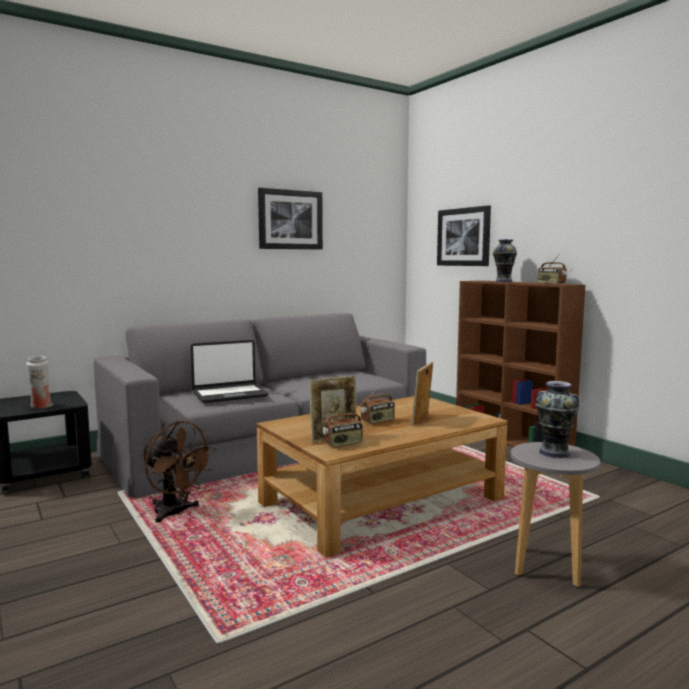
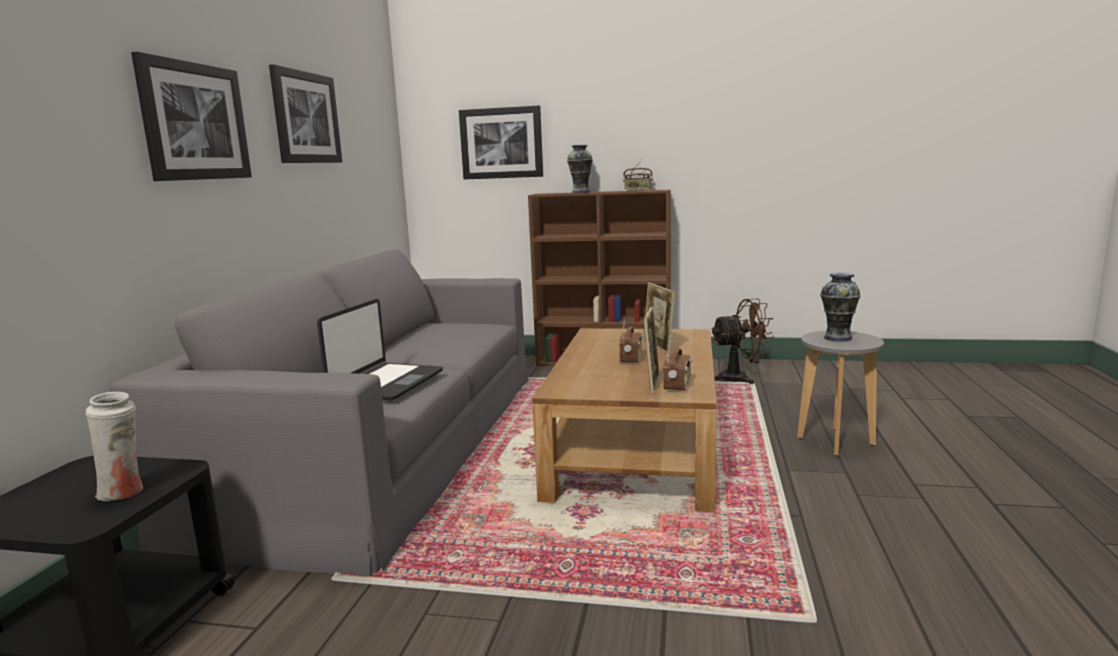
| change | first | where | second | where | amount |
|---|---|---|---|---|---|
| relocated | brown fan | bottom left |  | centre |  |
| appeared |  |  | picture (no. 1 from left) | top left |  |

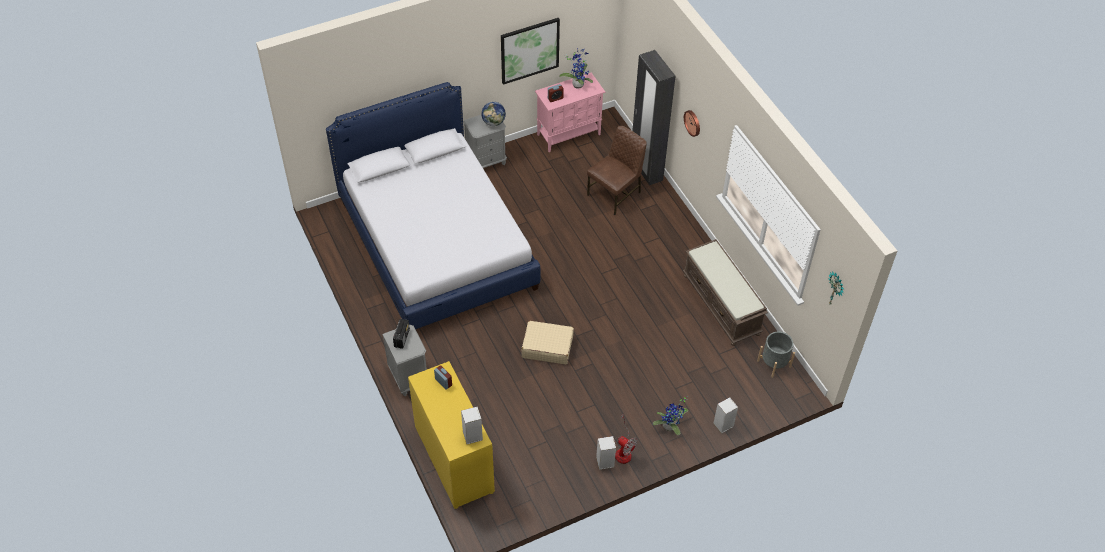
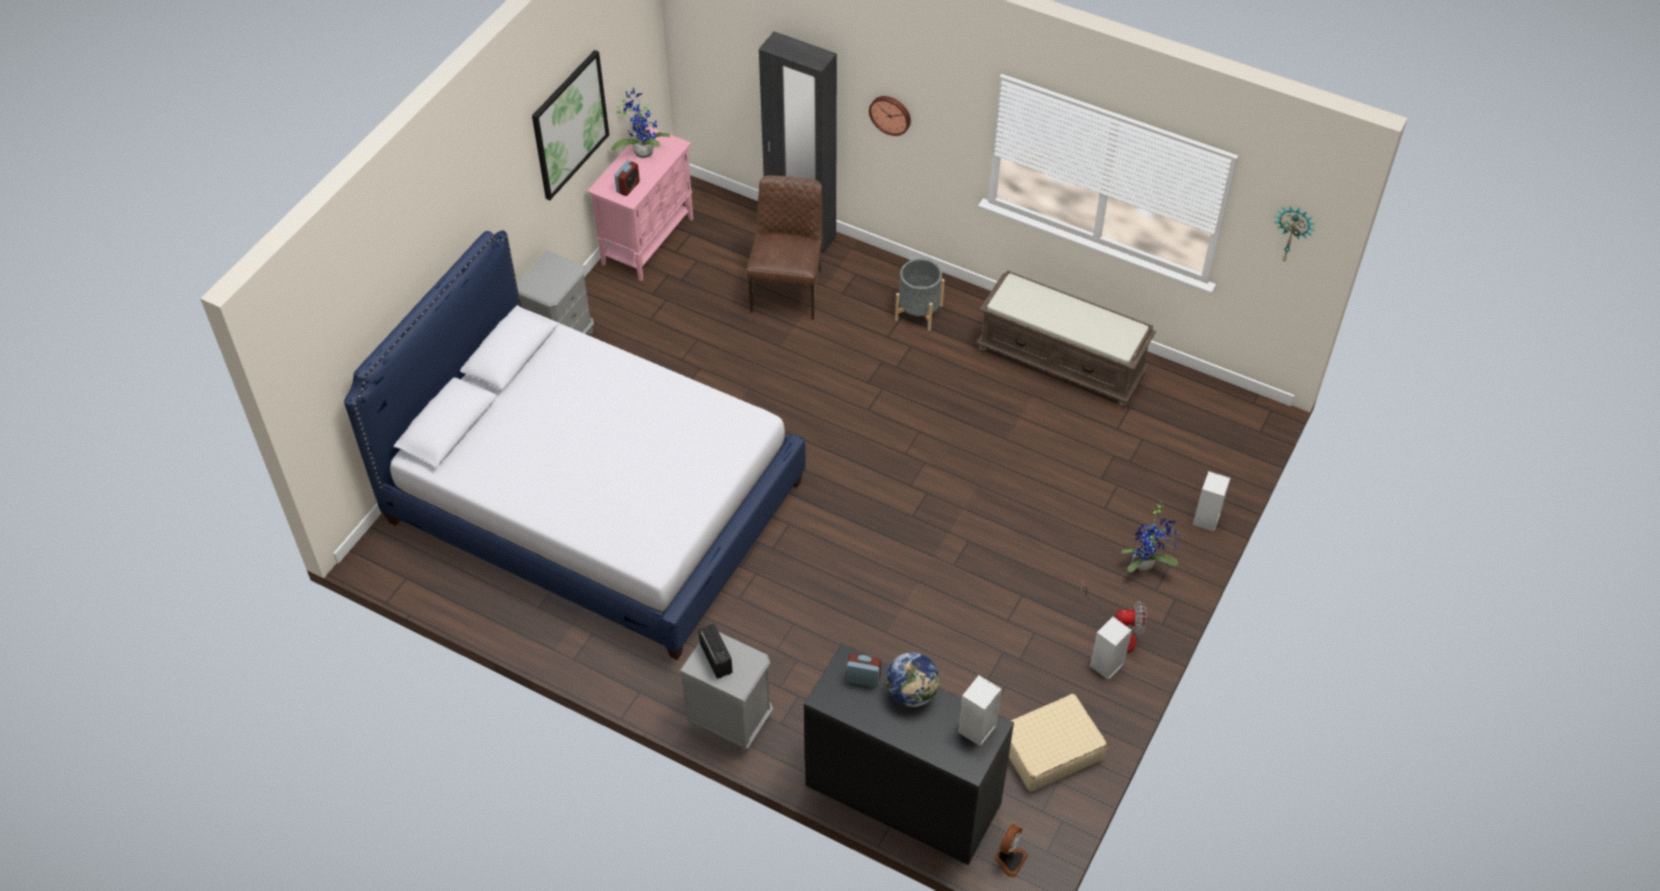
| change | first | where | second | where | amount |
|---|---|---|---|---|---|
| relocated | globe | top centre |  | bottom centre |  |
| relocated | sand-coloured travel case | centre |  | bottom centre |  |
| relocated | grey flower pot | middle right |  | top centre |  |
| colour | yellow-coloured dresser | bottom centre | blackish dresser | bottom centre |  |
| appeared |  |  | fan (no. 1 from left) | bottom centre |  |

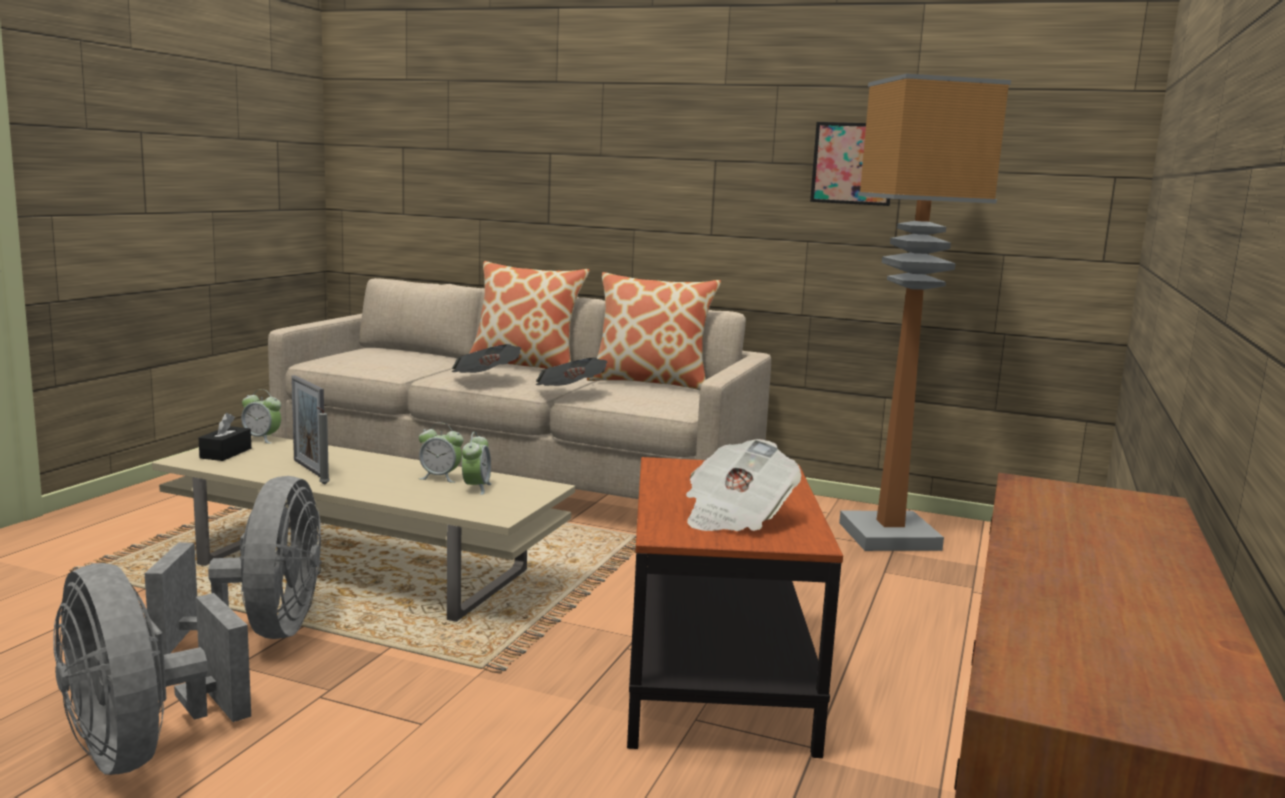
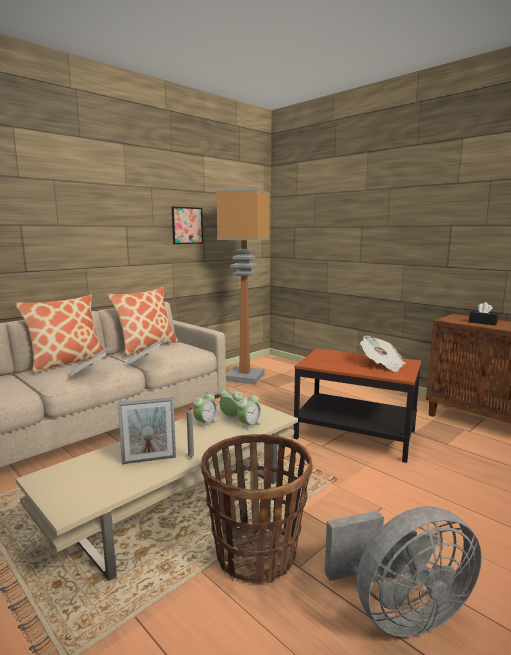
| change | first | where | second | where | amount |
|---|---|---|---|---|---|
| relocated | bedside clock (no. 1 from left in the first image) | middle left | bedside clock (no. 3 from left) | centre |  |
| relocated | blackish box of tissues | middle left |  | middle right |  |
| exchanged | grey fan (no. 2 from left) | bottom left | storage basket | bottom centre |  |

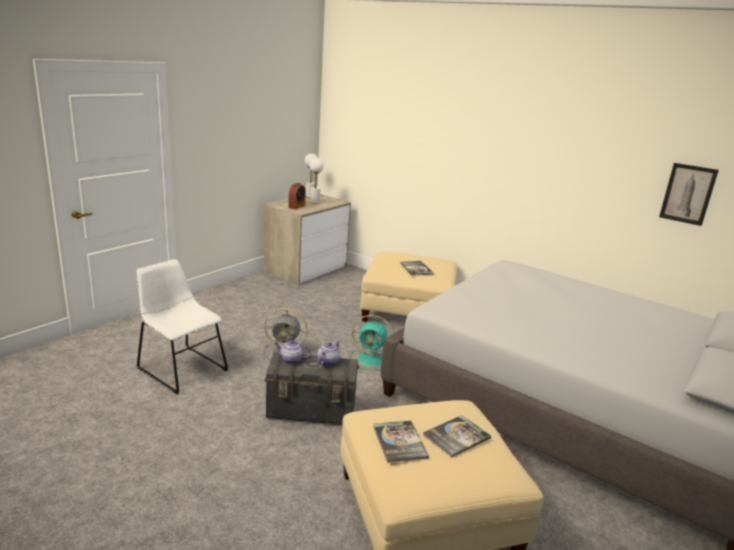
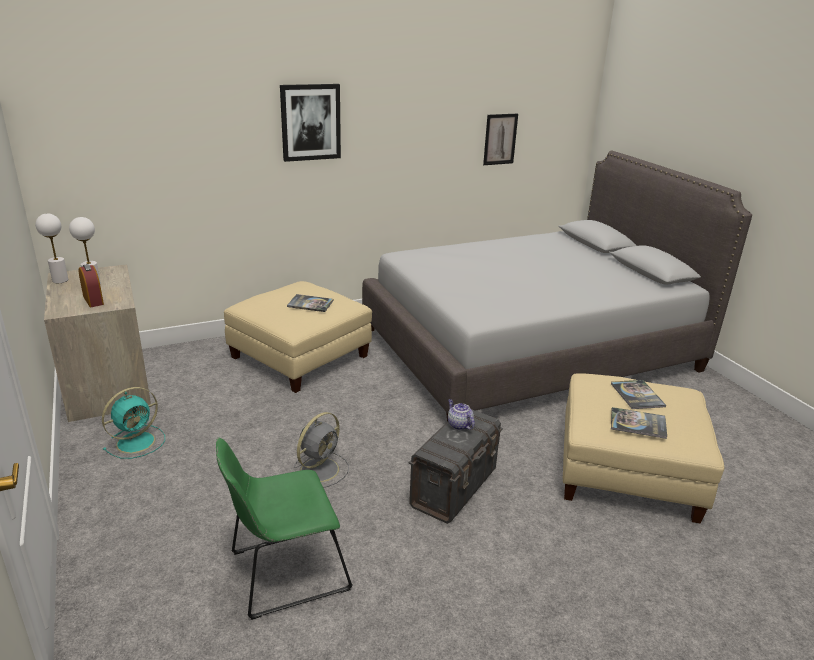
| change | first | where | second | where | amount |
|---|---|---|---|---|---|
| colour | white upright chair | middle left | green upright chair | bottom centre |  |
| relocated | turquoise fan | centre |  | middle left |  |
| missing | teapot (no. 1 from left) | centre |  |  |  |
| appeared |  |  | picture (no. 1 from left) | top centre |  |

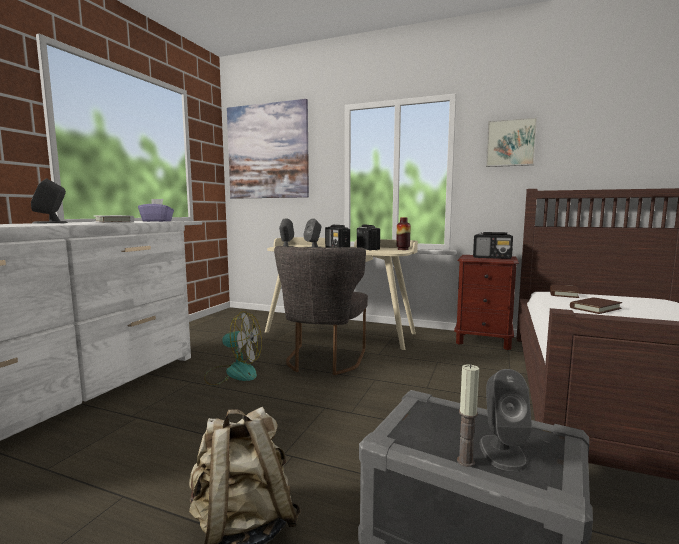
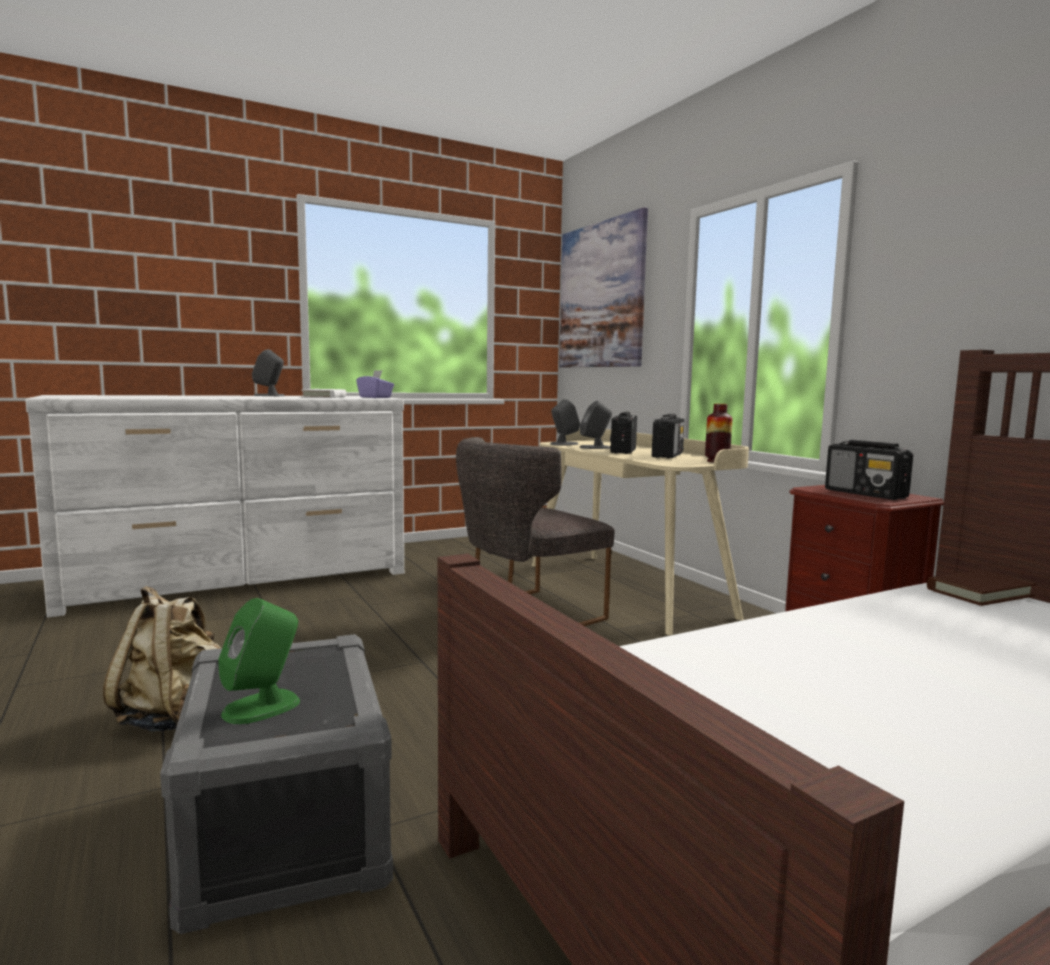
| change | first | where | second | where | amount |
|---|---|---|---|---|---|
| missing | picture (no. 2 from left) | top right |  |  |  |
| missing | brown volume (no. 2 from left) | middle right |  |  |  |
| missing | fan | centre |  |  |  |
| missing | candle | bottom right |  |  |  |
| colour | grey loudspeaker (no. 4 from left) | bottom right | green loudspeaker | bottom left |  |

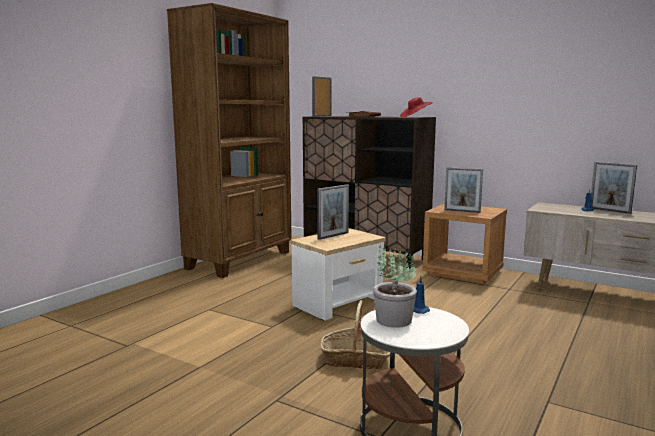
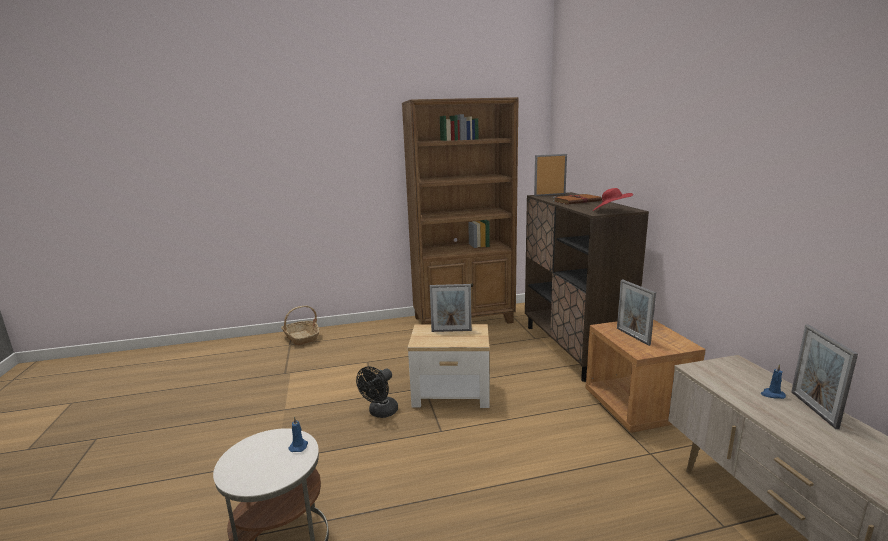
| change | first | where | second | where | amount |
|---|---|---|---|---|---|
| missing | houseplant | centre |  |  |  |
| relocated | storage basket | bottom centre |  | centre |  |
| appeared |  |  | blackish fan | bottom centre |  |

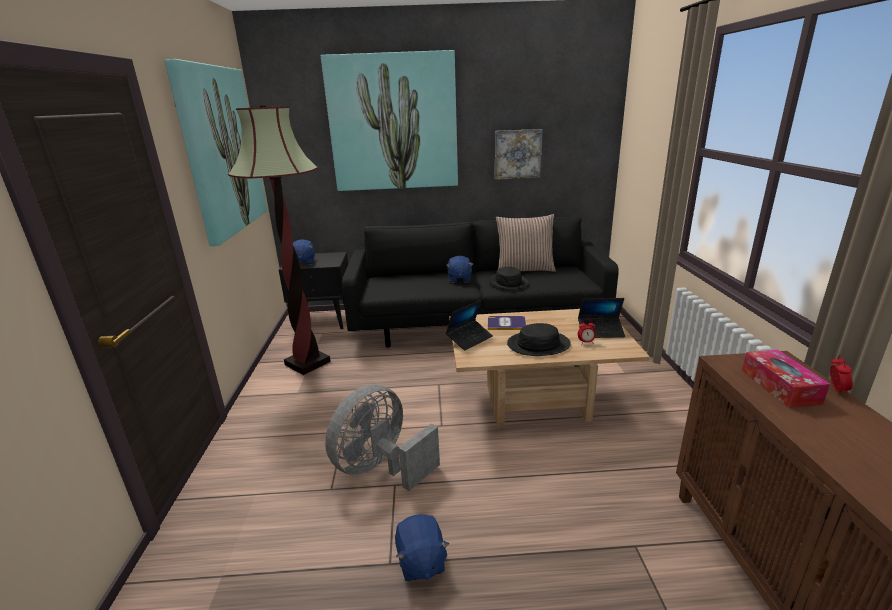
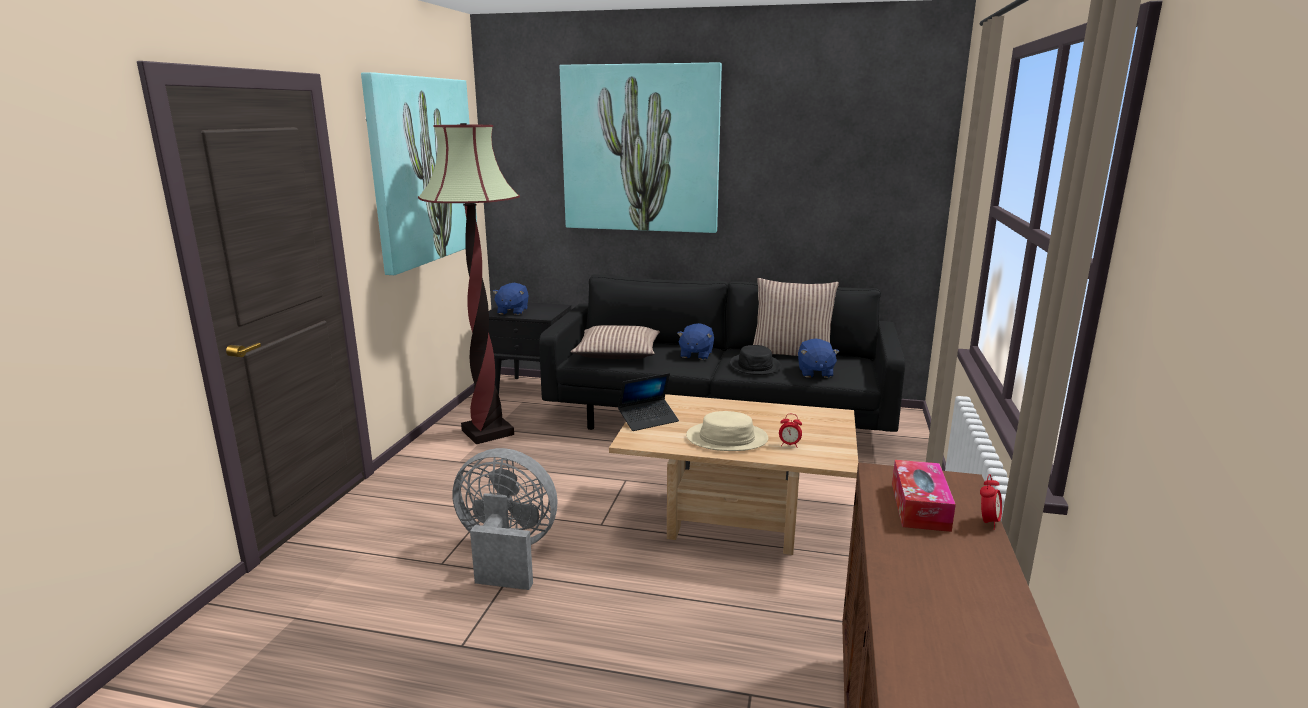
| change | first | where | second | where | amount |
|---|---|---|---|---|---|
| missing | picture (no. 3 from left) | top centre |  |  |  |
| missing | portable computer (no. 2 from left) | middle right |  |  |  |
| missing | volume | centre |  |  |  |
| colour | blackish hat (no. 2 from left) | centre | sand-coloured hat | centre |  |
| spun | grey fan | bottom centre |  | bottom centre | 45 degrees clockwise |
| relocated | bluish cuddly toy (no. 2 from left in the first image) | bottom centre | bluish cuddly toy (no. 3 from left) | centre |  |
| appeared |  |  | cushion (no. 1 from left) | centre |  |

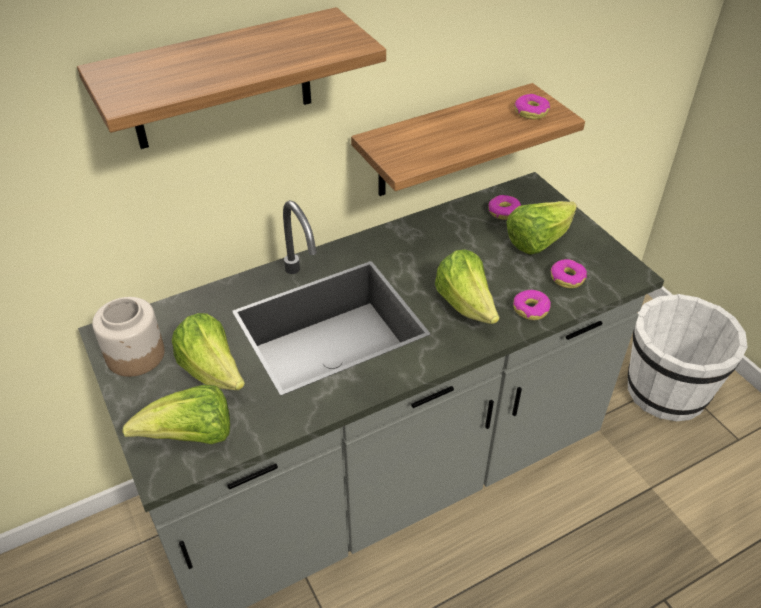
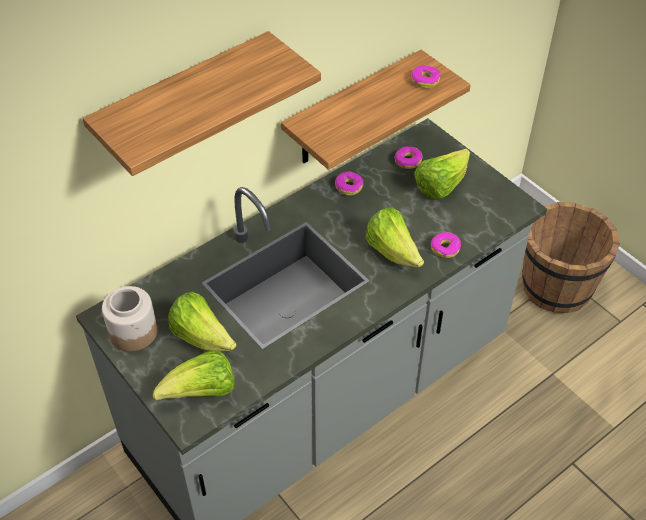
| change | first | where | second | where | amount |
|---|---|---|---|---|---|
| relocated | donut (no. 4 from left in the first image) | middle right | donut (no. 1 from left) | centre |  |
| colour | white water bucket | middle right | brown water bucket | middle right |  |

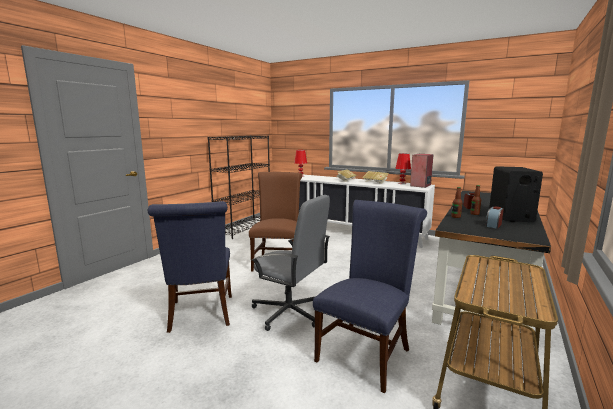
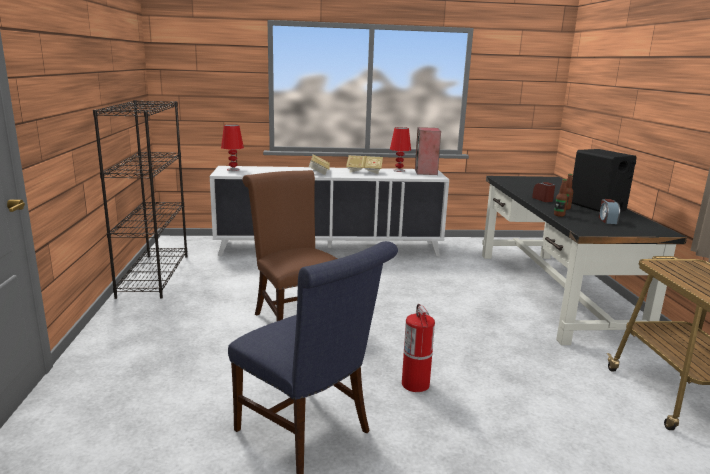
| change | first | where | second | where | amount |
|---|---|---|---|---|---|
| exchanged | grey computer chair | centre | extinguisher | bottom centre |  |
| missing | bluish upright chair (no. 2 from left) | bottom centre |  |  |  |

